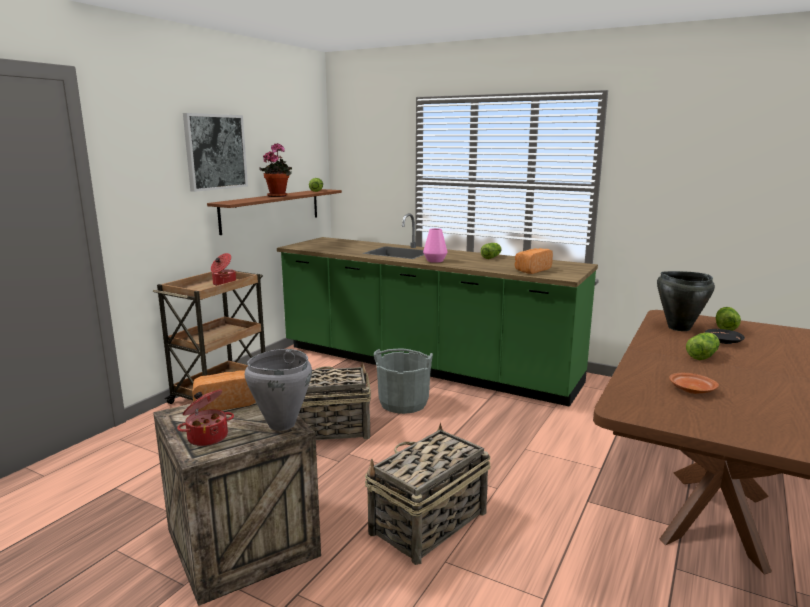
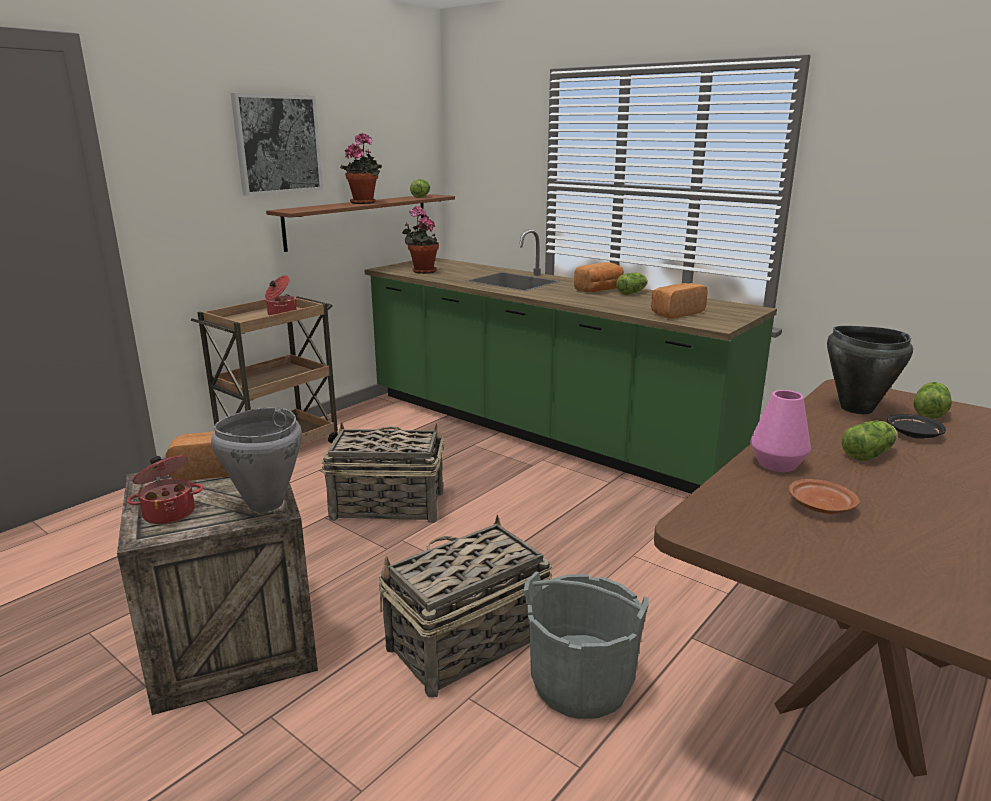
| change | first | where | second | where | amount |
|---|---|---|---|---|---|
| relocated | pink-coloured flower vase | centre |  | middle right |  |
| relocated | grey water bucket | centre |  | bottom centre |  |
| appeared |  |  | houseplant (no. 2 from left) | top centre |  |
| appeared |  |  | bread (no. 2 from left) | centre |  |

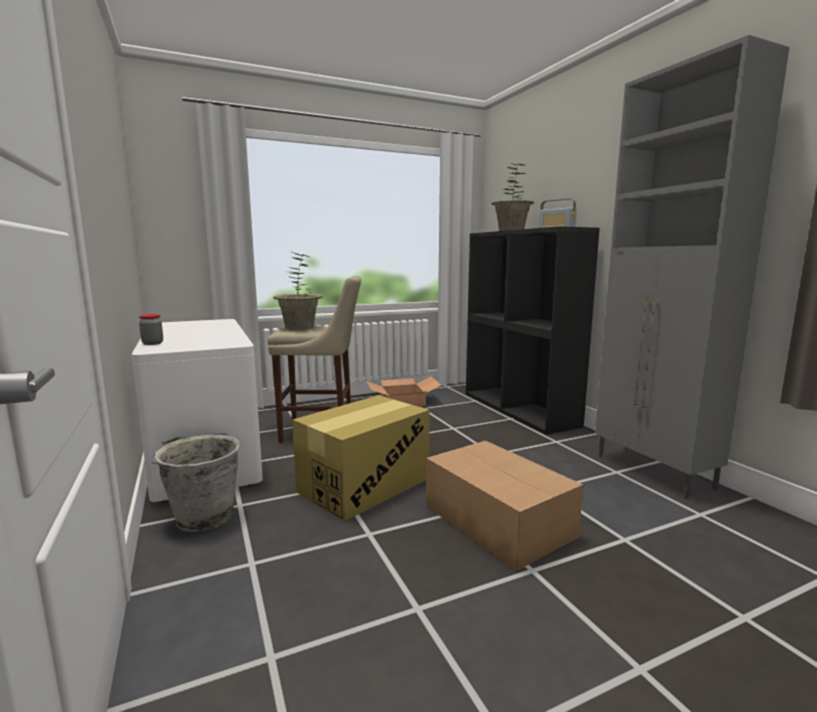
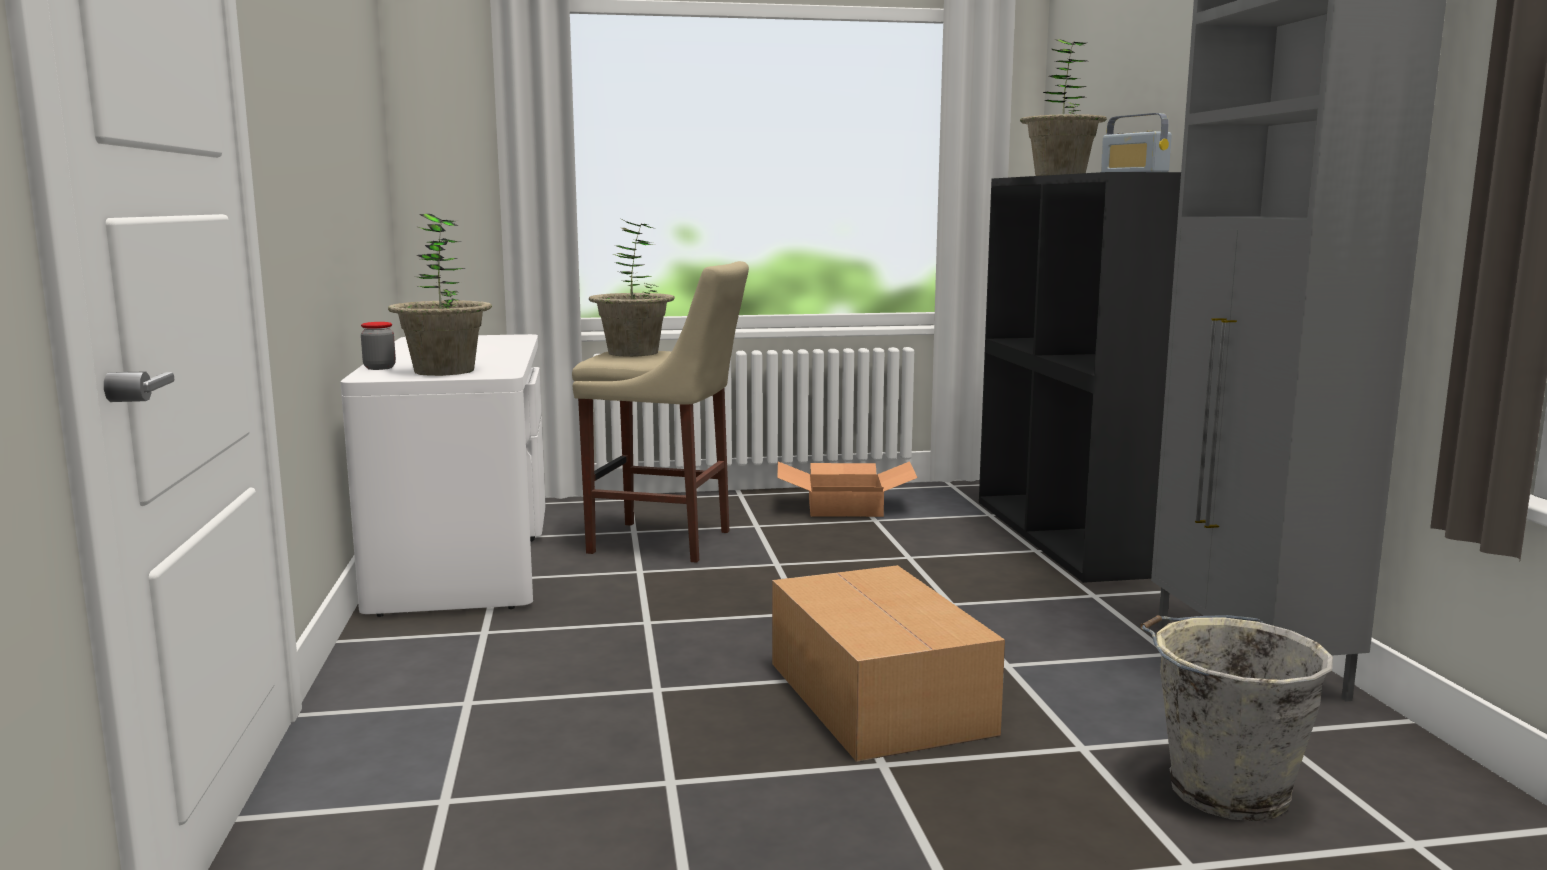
| change | first | where | second | where | amount |
|---|---|---|---|---|---|
| missing | cardboard box (no. 1 from left) | centre |  |  |  |
| relocated | grey water bucket | bottom left |  | bottom right |  |
| appeared |  |  | houseplant (no. 1 from left) | middle left |  |

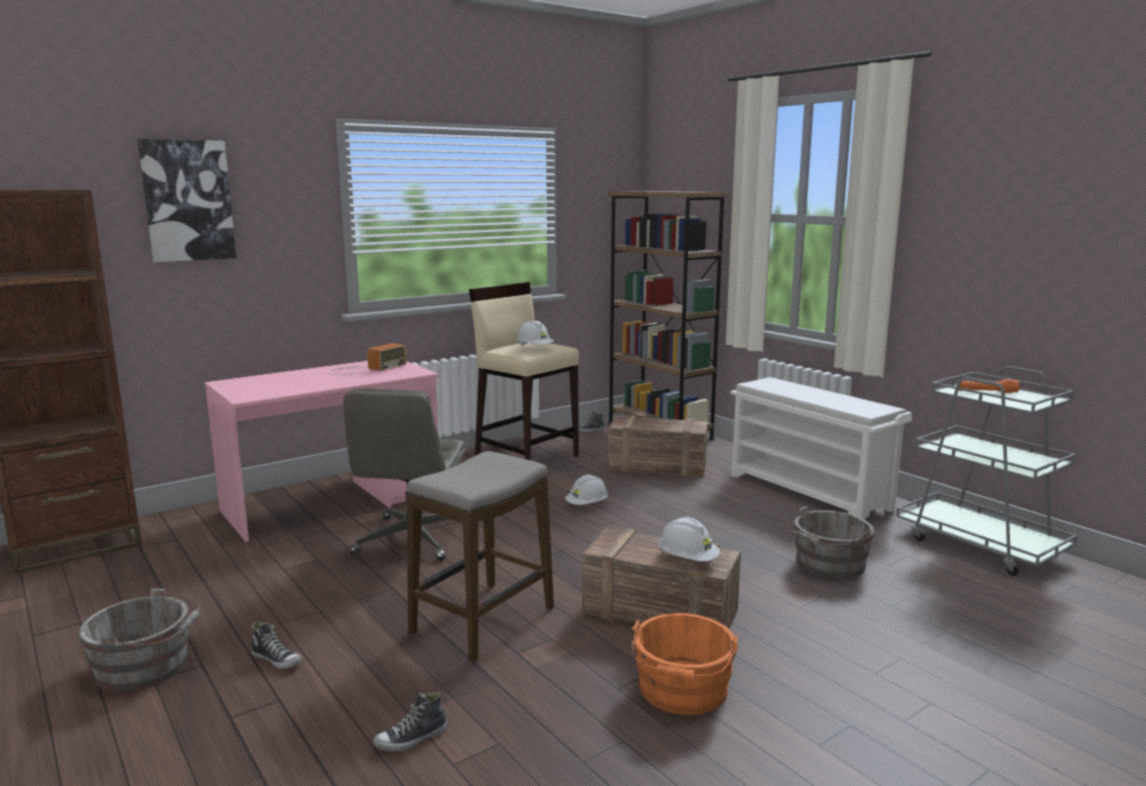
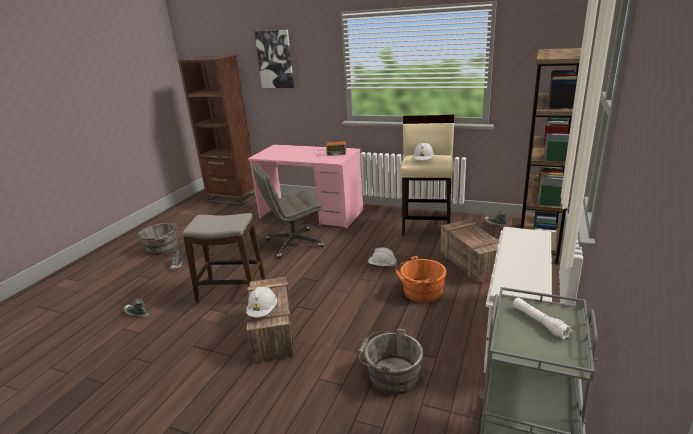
| change | first | where | second | where | amount |
|---|---|---|---|---|---|
| colour | orangey torch | middle right | white torch | bottom right |  |
| relocated | orangey water bucket | bottom centre |  | centre |  |

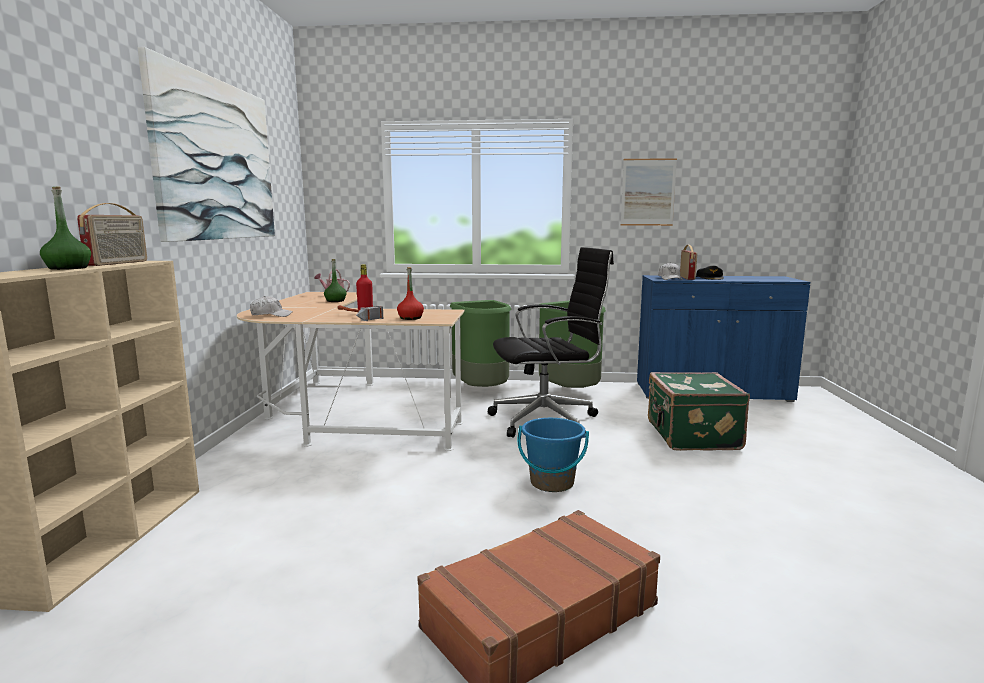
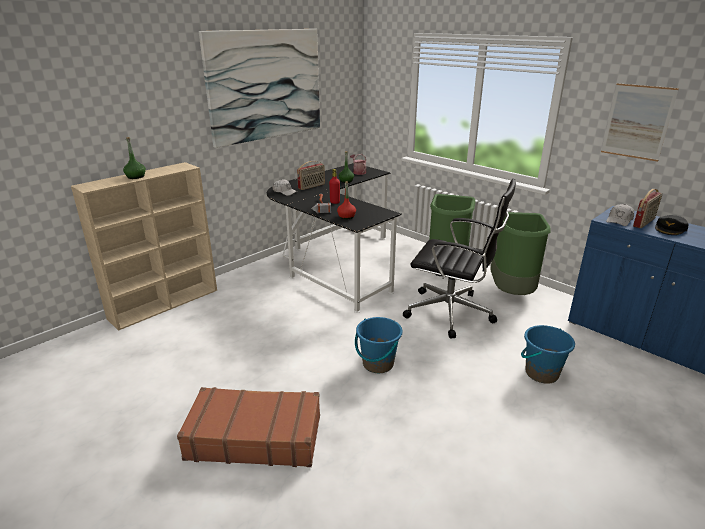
| change | first | where | second | where | amount |
|---|---|---|---|---|---|
| relocated | radio receiver (no. 1 from left) | middle left |  | top centre |  |
| colour | sand-coloured desk | centre | blackish desk | centre |  |
| exchanged | green travel case | middle right | bluish water bucket (no. 2 from left) | bottom right |  |

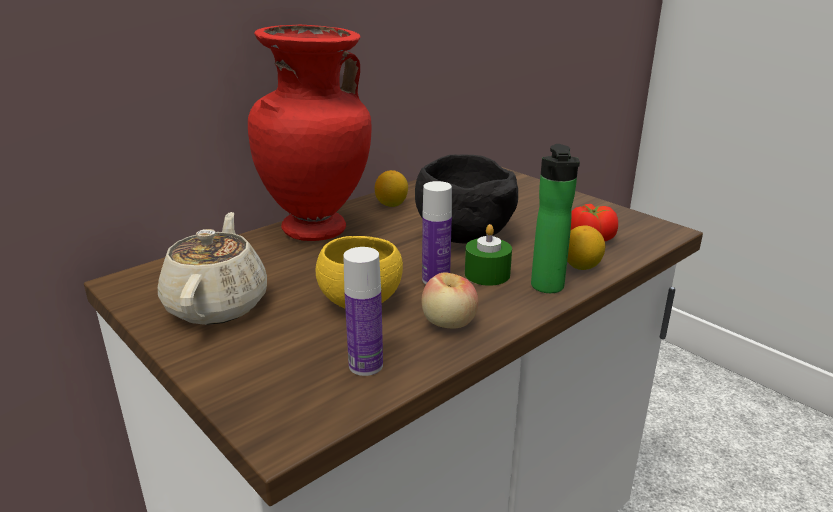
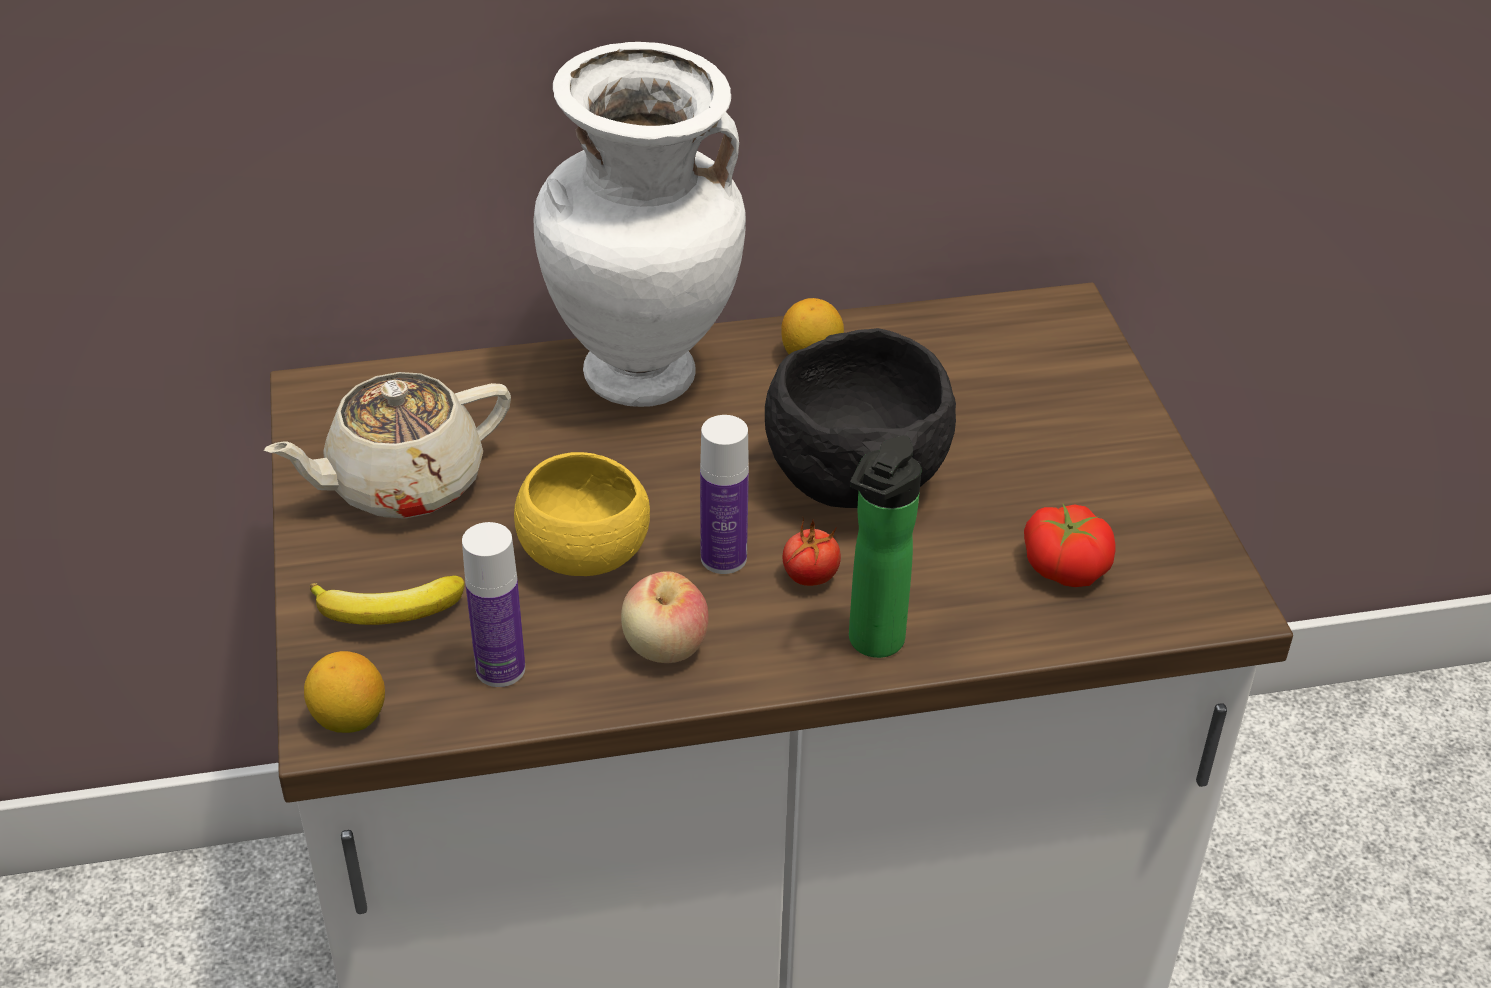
| change | first | where | second | where | amount |
|---|---|---|---|---|---|
| colour | reddish flower vase | top centre | white flower vase | top centre |  |
| spun | sand-coloured teapot | middle left |  | middle left | 150 degrees counterclockwise |
| exchanged | green candle | centre | fresh tomato (no. 1 from left) | centre |  |
| relocated | citrus fruit (no. 2 from left in the first image) | middle right | citrus fruit (no. 1 from left) | bottom left |  |
| appeared |  |  | banana fruit | middle left |  |

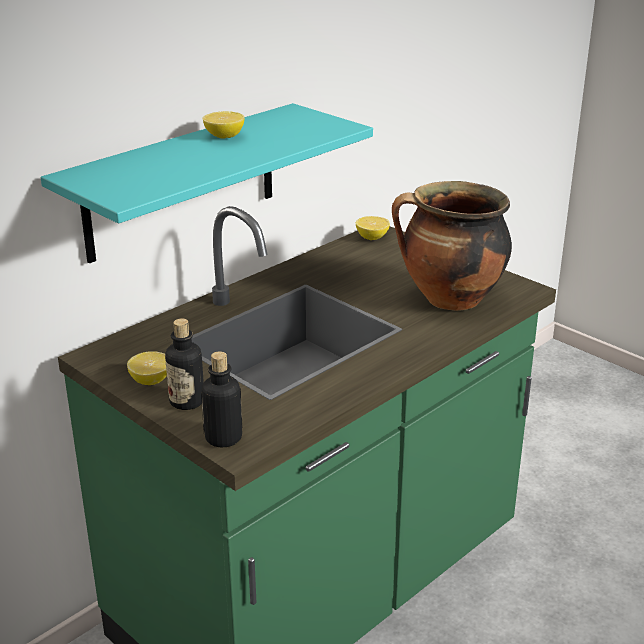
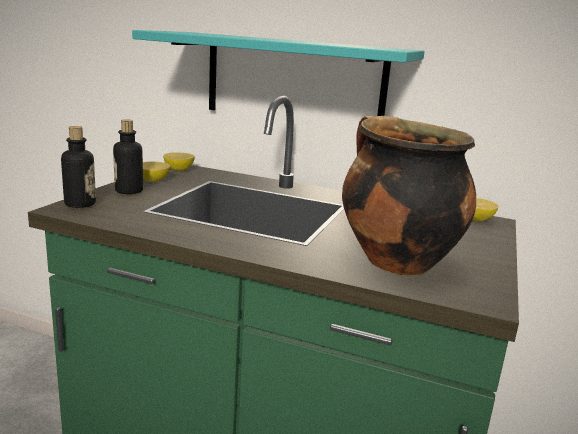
| change | first | where | second | where | amount |
|---|---|---|---|---|---|
| relocated | citrus fruit (no. 2 from left) | top centre |  | middle left |  |

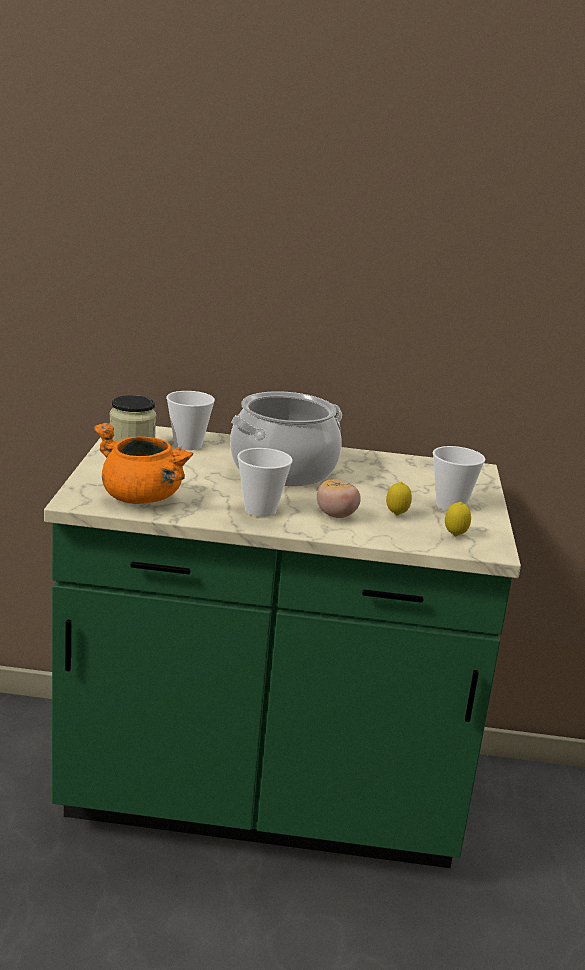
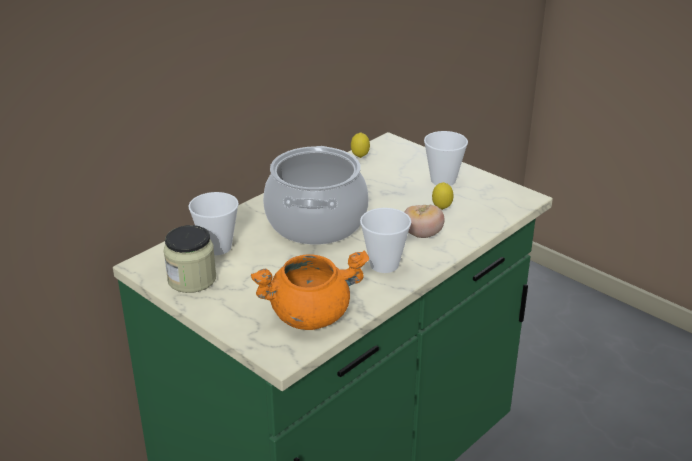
| change | first | where | second | where | amount |
|---|---|---|---|---|---|
| relocated | citrus fruit (no. 2 from left in the first image) | middle right | citrus fruit (no. 1 from left) | top centre |  |

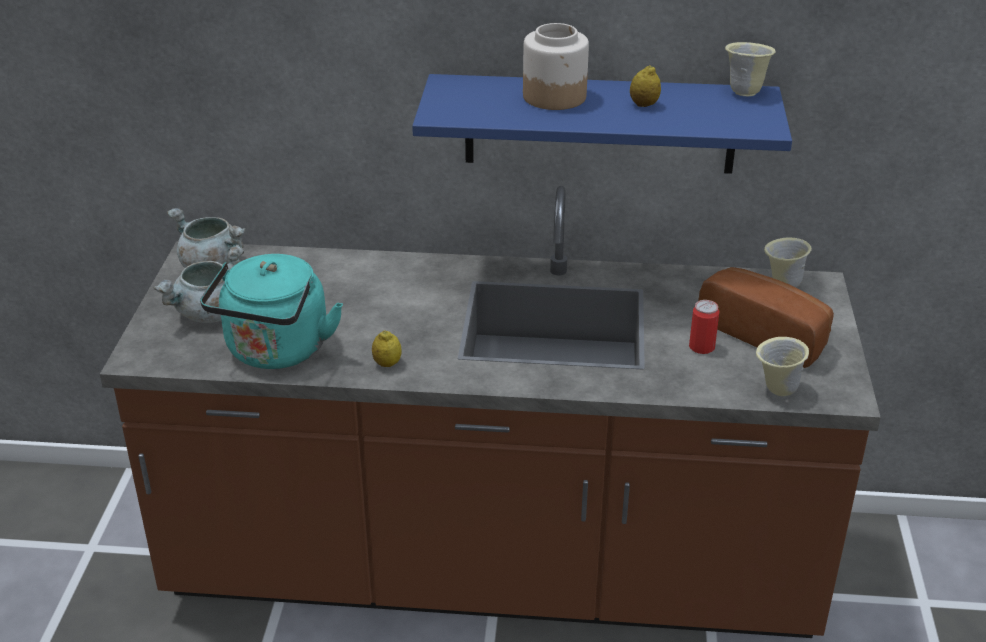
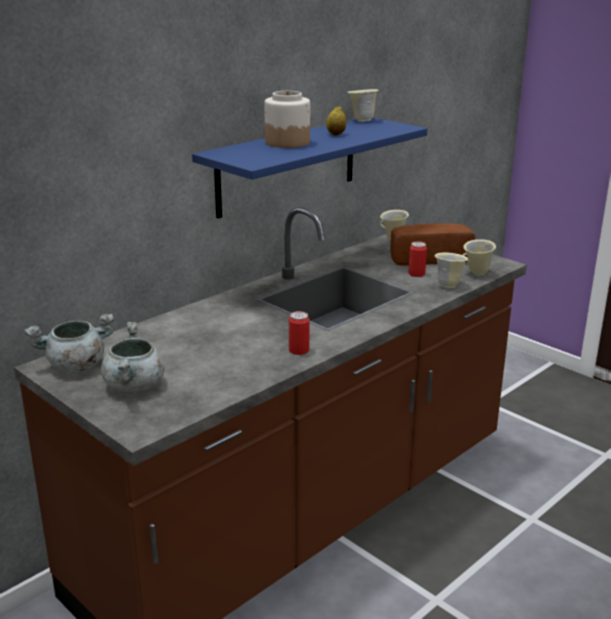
| change | first | where | second | where | amount |
|---|---|---|---|---|---|
| missing | turquoise tea kettle | middle left |  |  |  |
| exchanged | citrus fruit (no. 1 from left) | centre | sealed can (no. 1 from left) | centre |  |
| appeared |  |  | sand-coloured tea mug (no. 3 from left) | middle right |  |

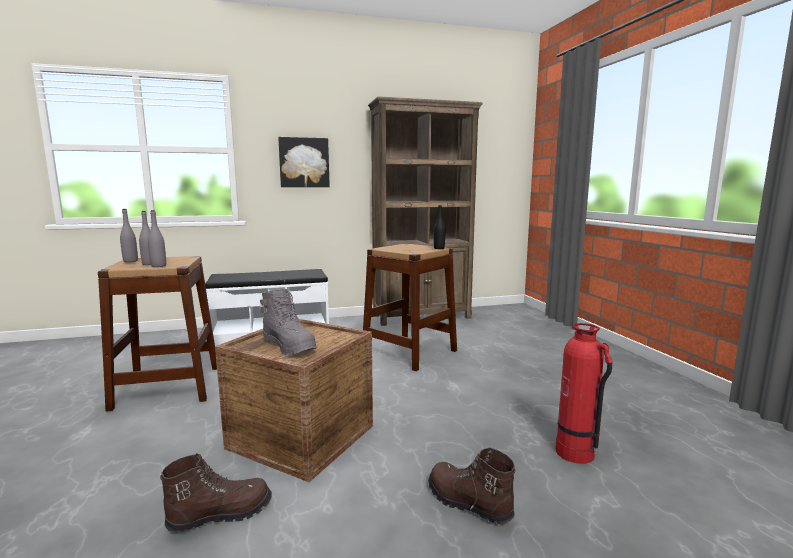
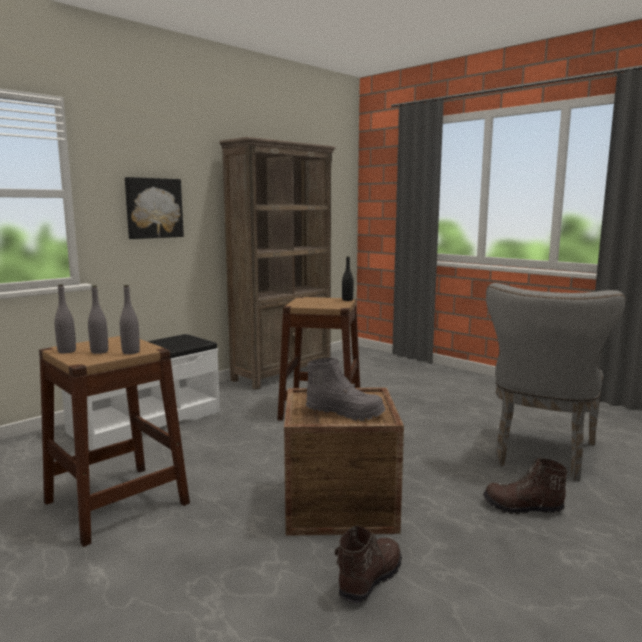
| change | first | where | second | where | amount |
|---|---|---|---|---|---|
| exchanged | extinguisher | bottom right | grey upright chair | middle right |  |

